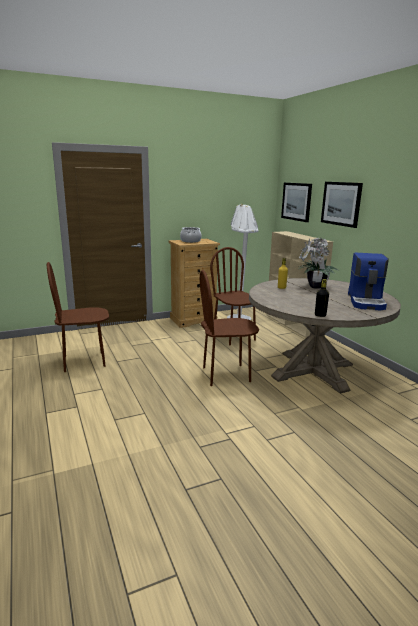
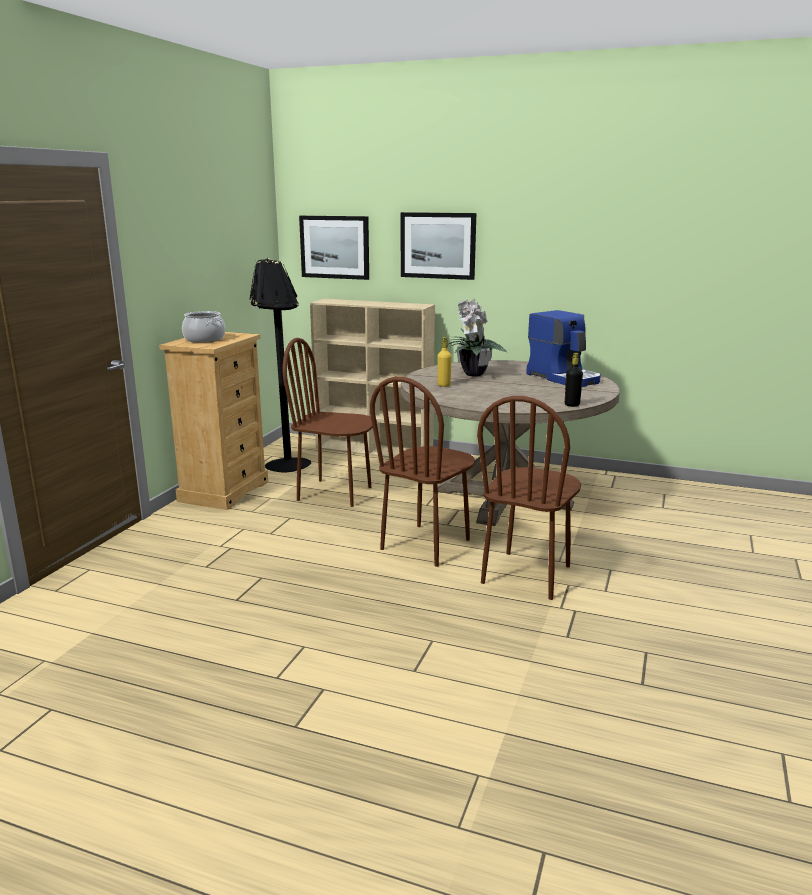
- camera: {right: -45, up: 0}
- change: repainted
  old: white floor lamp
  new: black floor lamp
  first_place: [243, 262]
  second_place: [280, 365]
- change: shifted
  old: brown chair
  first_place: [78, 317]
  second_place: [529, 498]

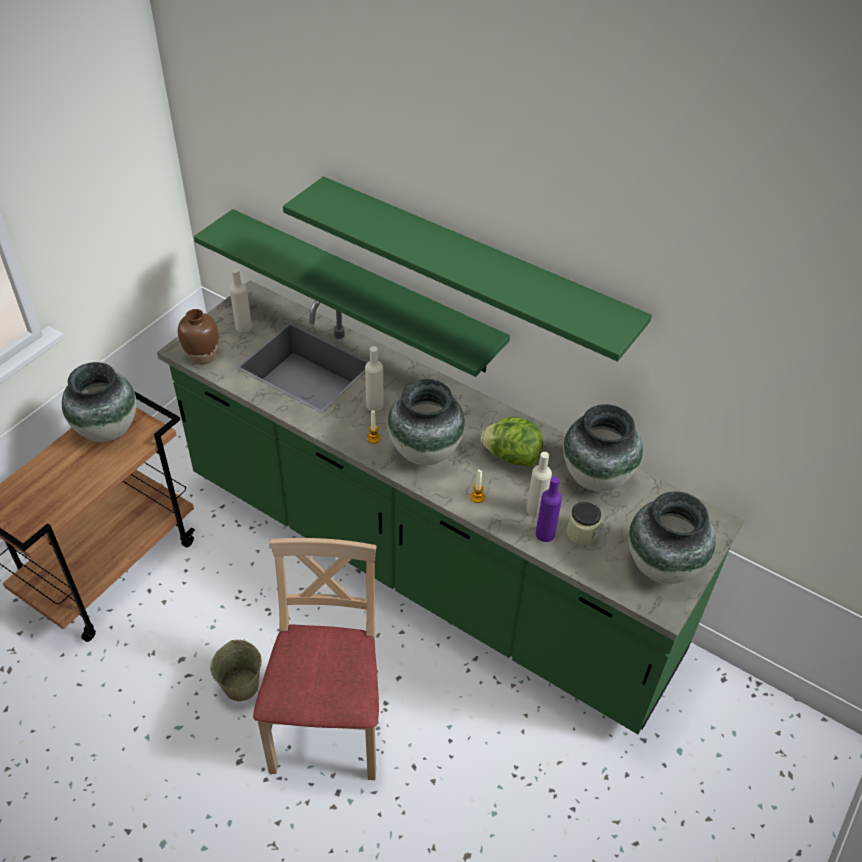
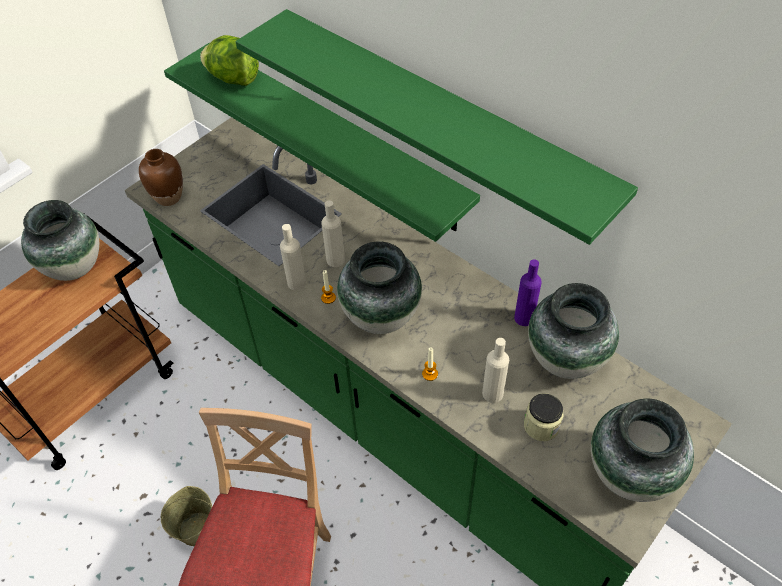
- camera: {right: 10, up: 5}
- change: shifted
  old: beige bottle
  first_place: [241, 300]
  second_place: [293, 257]
- change: shifted
  old: lettuce
  first_place: [512, 442]
  second_place: [229, 60]
- change: shifted
  old: purple bottle
  first_place: [549, 509]
  second_place: [528, 292]

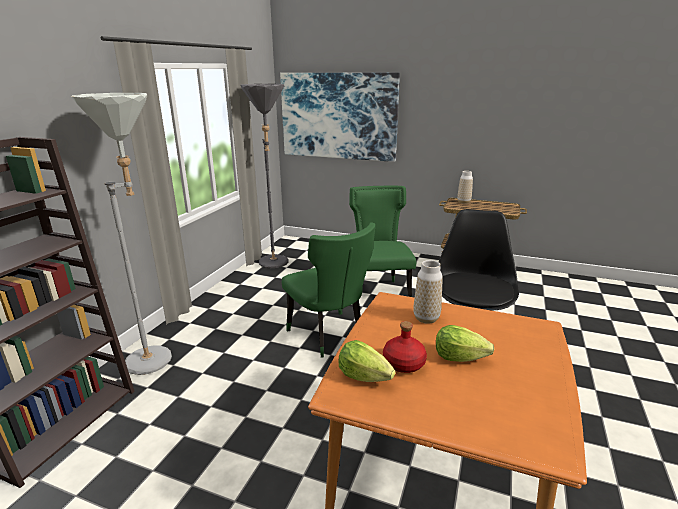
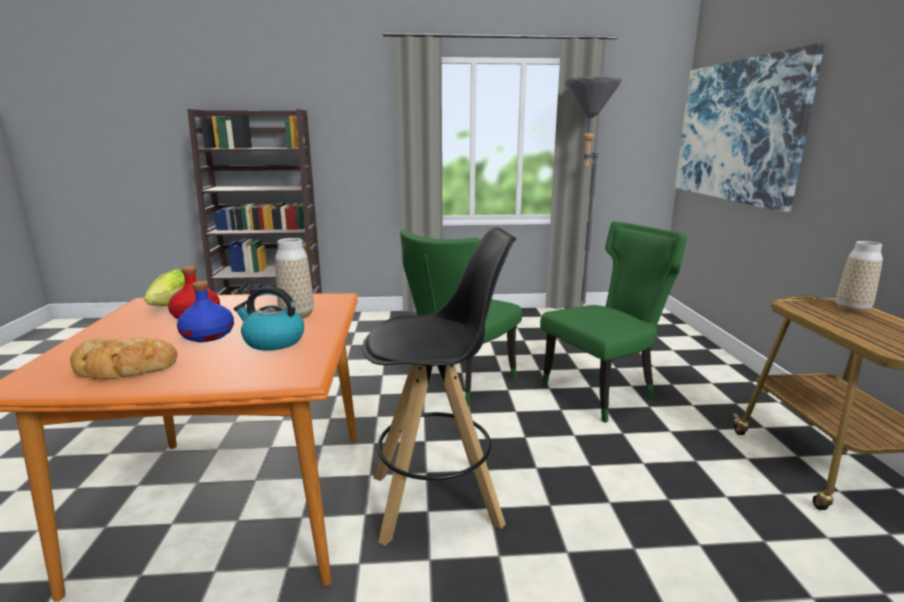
- camera: {right: 65, up: -5}
- change: gone
  old: grey floor lamp
  first_place: [121, 234]
- change: swapped
  old: lettuce
  new: blue bottle
  first_place: [465, 343]
  second_place: [205, 311]
- change: new
  new: kettle
  second_place: [269, 318]
- change: new
  new: bread
  second_place: [124, 359]

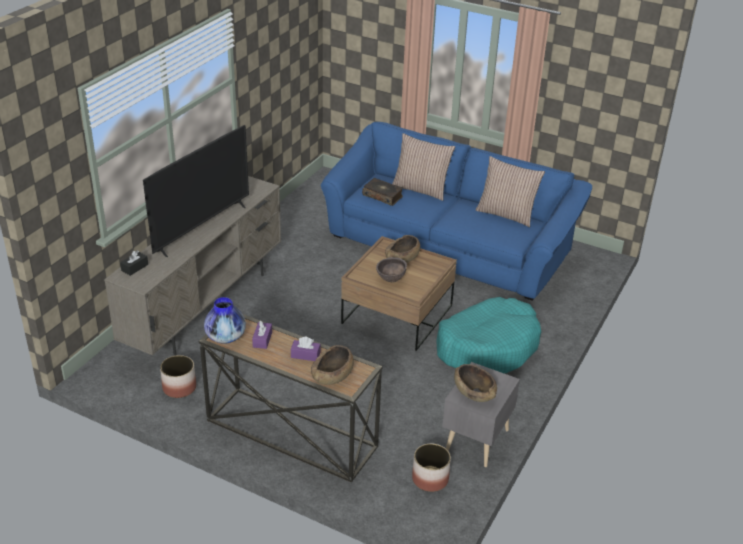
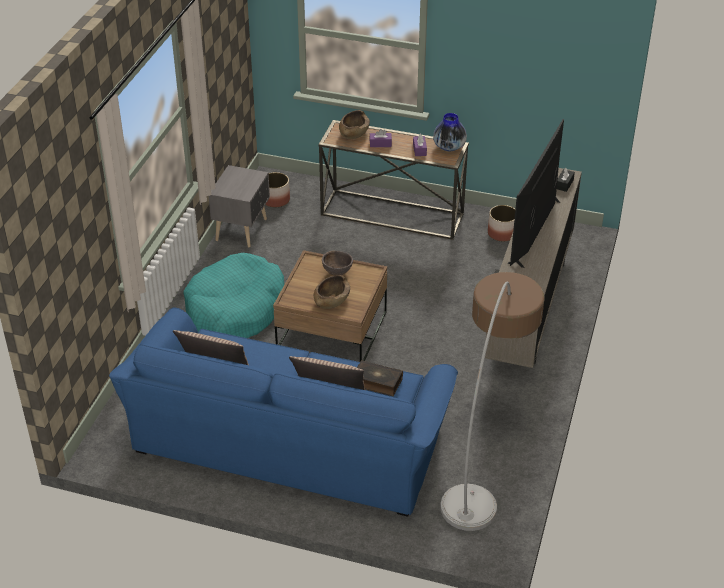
- camera: {right: 170, up: 5}
- change: gone
  old: brown bowl
  first_place: [475, 383]
- change: new
  new: floor lamp
  second_place: [493, 401]

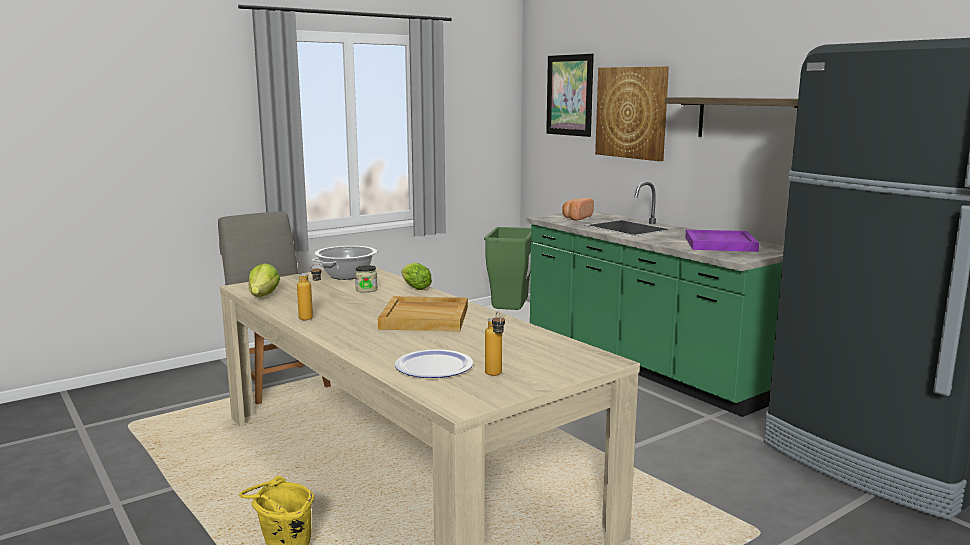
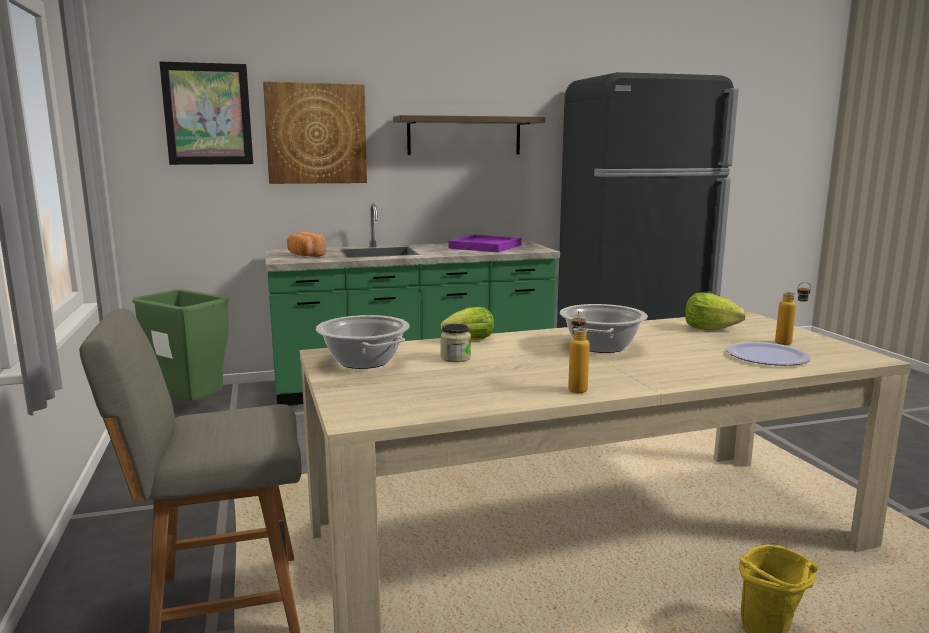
- camera: {right: -70, up: 0}
- change: shifted
  old: lettuce
  first_place: [264, 280]
  second_place: [715, 311]
- change: swapped
  old: beige tray
  new: cooking pot
  first_place: [423, 313]
  second_place: [604, 328]

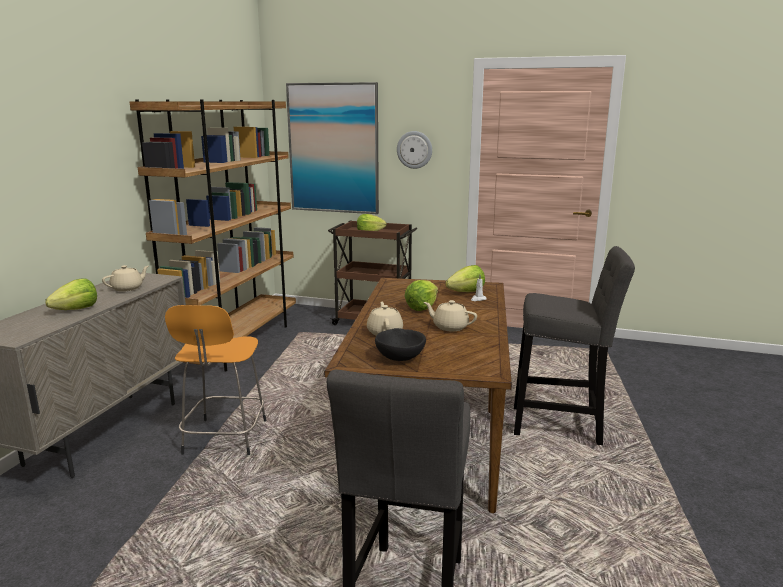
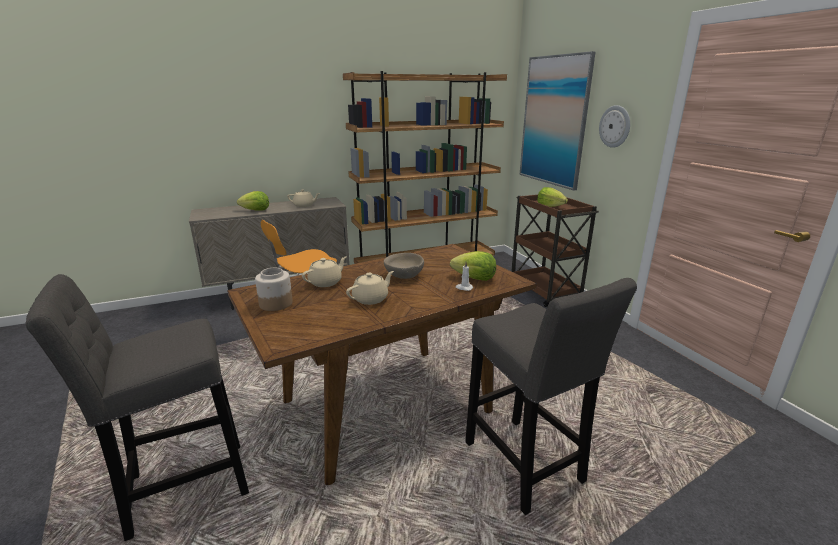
- camera: {right: 50, up: 5}
- change: swapped
  old: lettuce
  new: beige bowl
  first_place: [421, 295]
  second_place: [404, 266]
- change: rotated
  old: beige teapot
  first_place: [450, 315]
  second_place: [370, 288]
  degrees: 60
- change: swapped
  old: black bowl
  new: jar
  first_place: [400, 344]
  second_place: [274, 289]

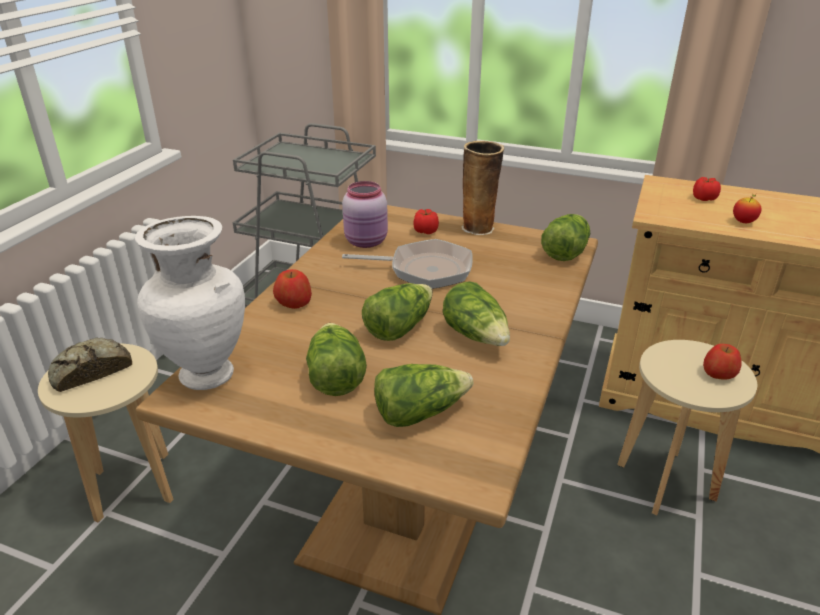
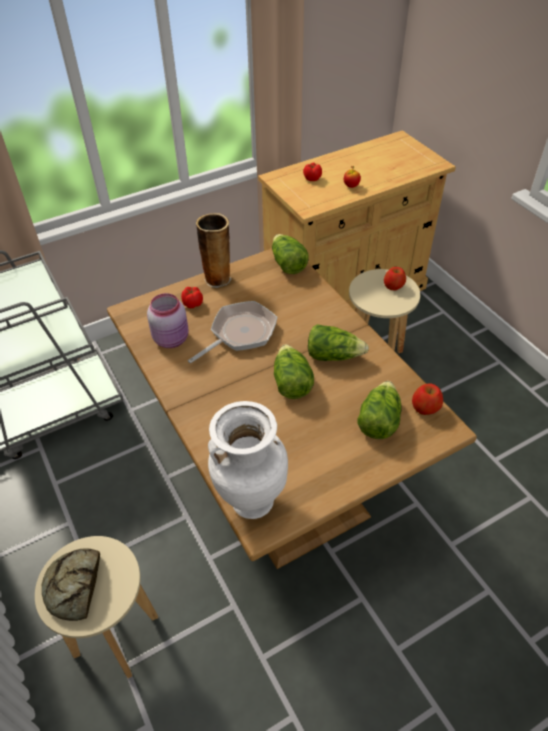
- camera: {right: -50, up: 15}
- change: shifted
  old: apple
  first_place: [292, 289]
  second_place: [427, 399]
- change: gone
  old: lettuce
  first_place: [336, 359]

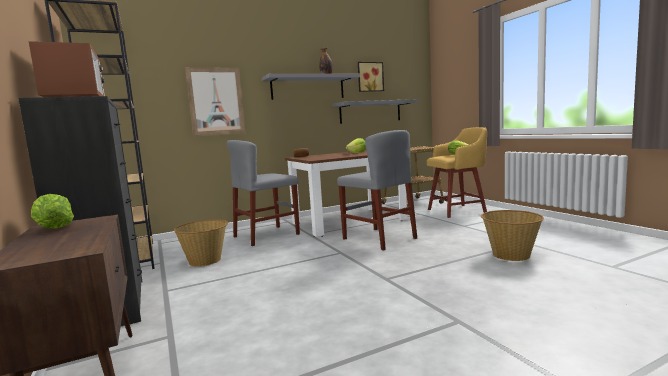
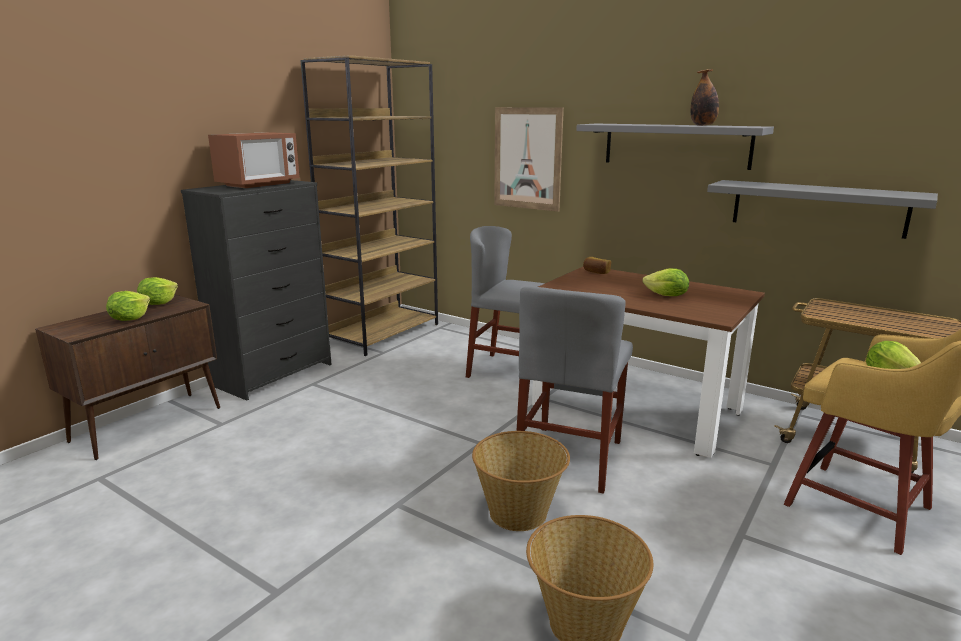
- camera: {right: 60, up: 10}
- change: gone
  old: picture
  first_place: [371, 77]
- change: shifted
  old: basket
  first_place: [201, 243]
  second_place: [521, 481]
- change: new
  new: lettuce
  second_place: [128, 306]

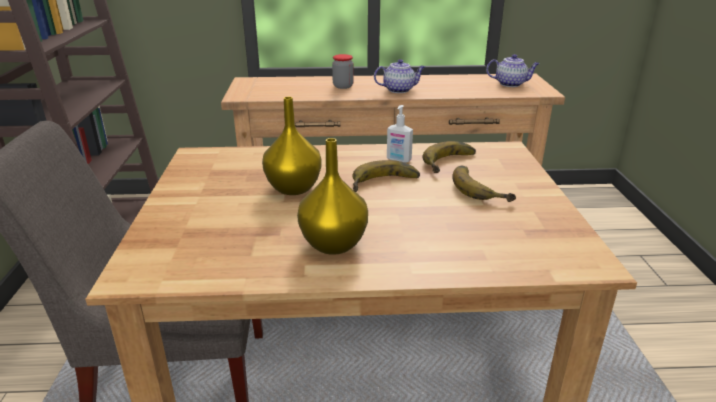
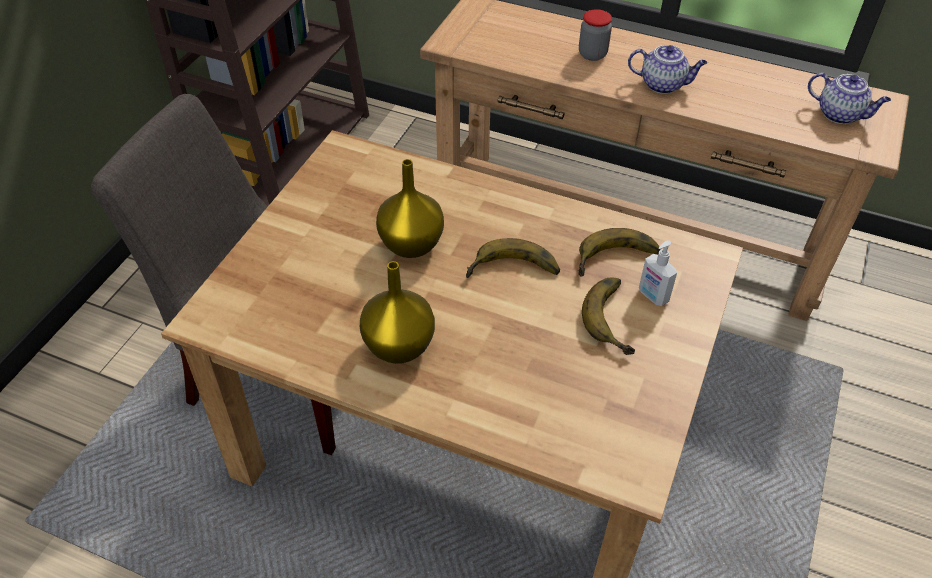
- camera: {right: 25, up: 20}
- change: shifted
  old: soap dispenser
  first_place: [400, 134]
  second_place: [658, 273]

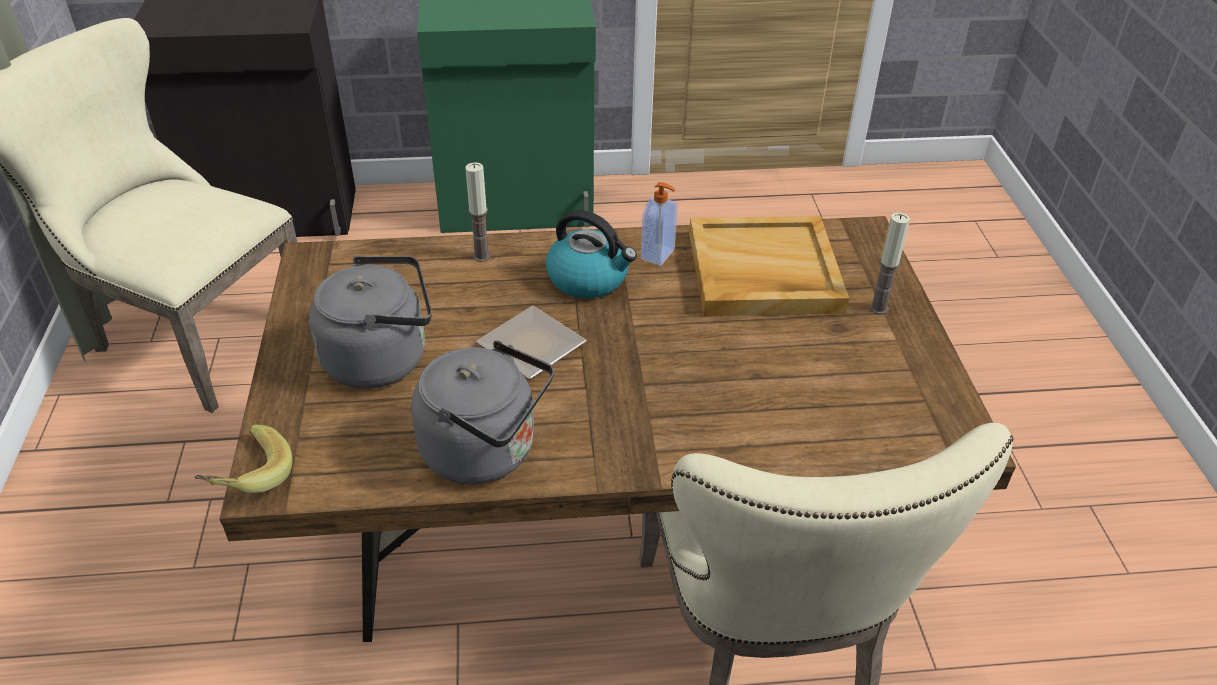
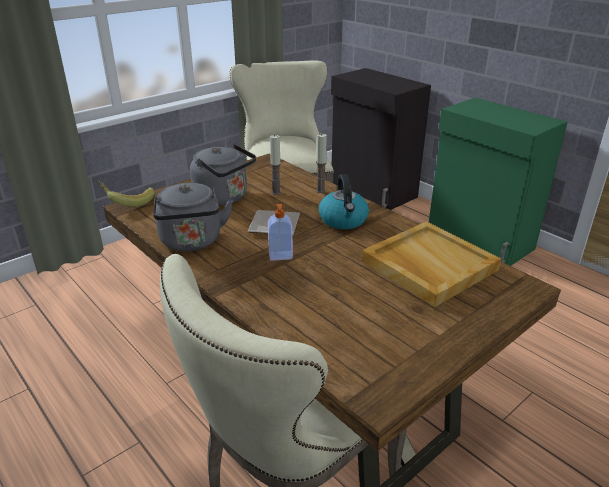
- camera: {right: 55, up: -10}
- change: shifted
  old: soap dispenser
  first_place: [659, 224]
  second_place: [280, 232]
- change: shifted
  old: candle
  first_place: [889, 263]
  second_place: [275, 165]

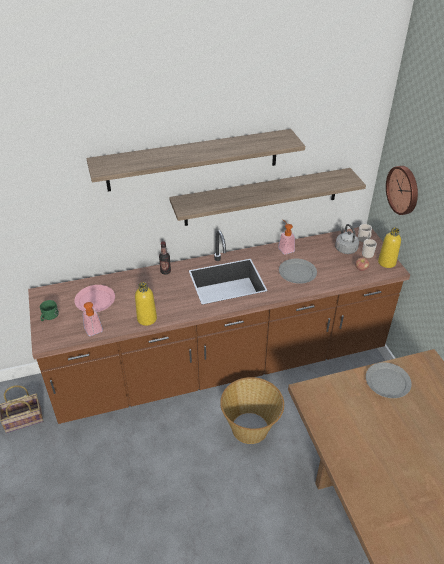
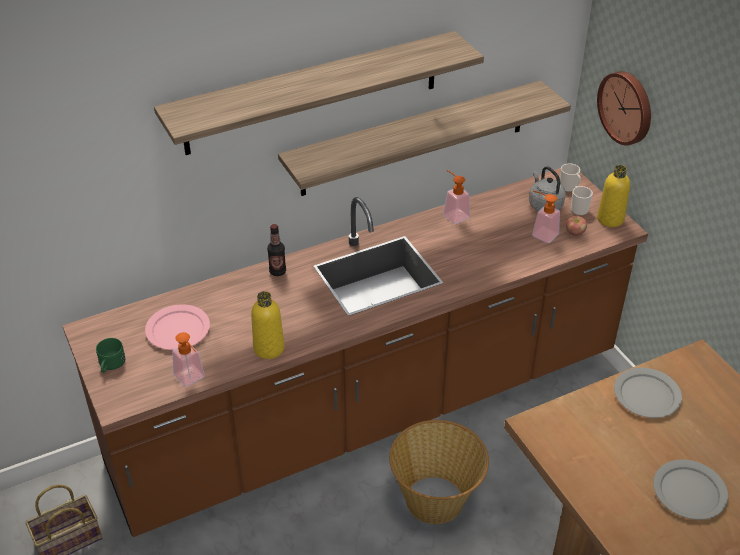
- camera: {right: -10, up: 0}
- change: shifted
  old: grey plate
  first_place: [298, 271]
  second_place: [690, 490]
- change: new
  new: soap dispenser
  second_place: [546, 217]

